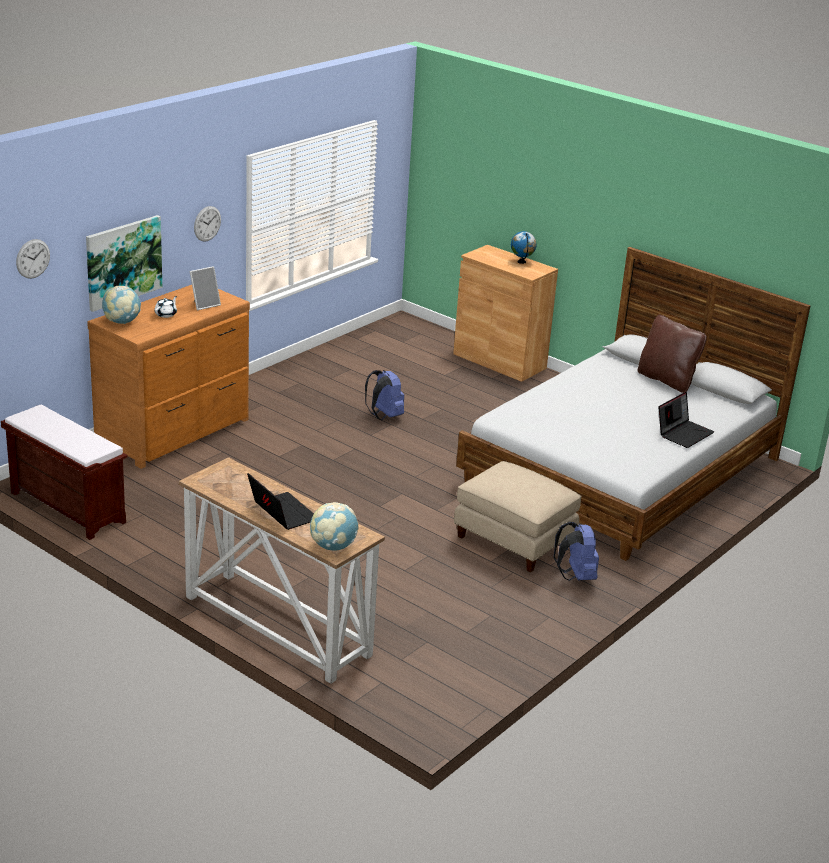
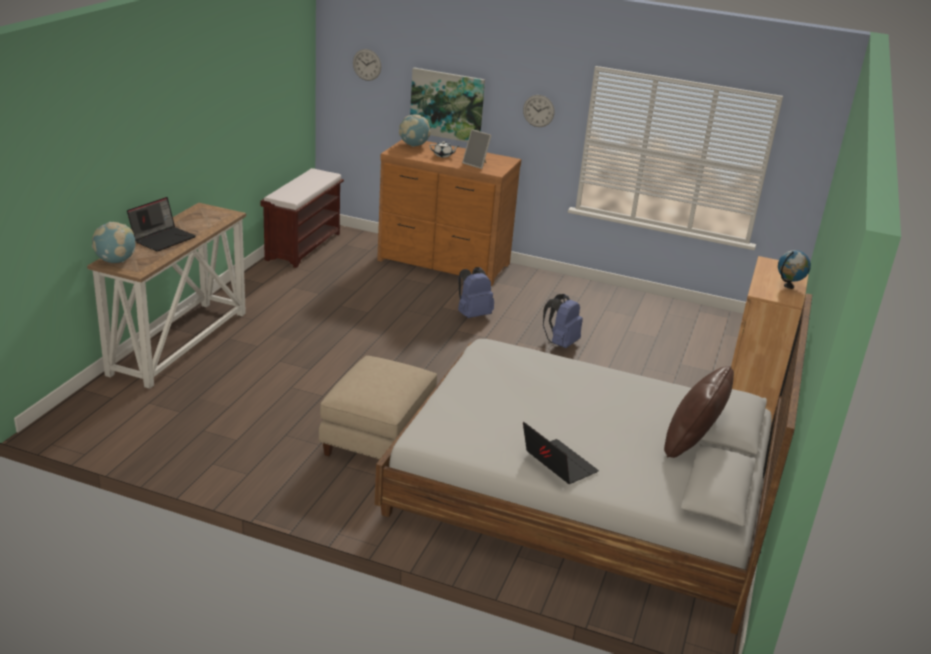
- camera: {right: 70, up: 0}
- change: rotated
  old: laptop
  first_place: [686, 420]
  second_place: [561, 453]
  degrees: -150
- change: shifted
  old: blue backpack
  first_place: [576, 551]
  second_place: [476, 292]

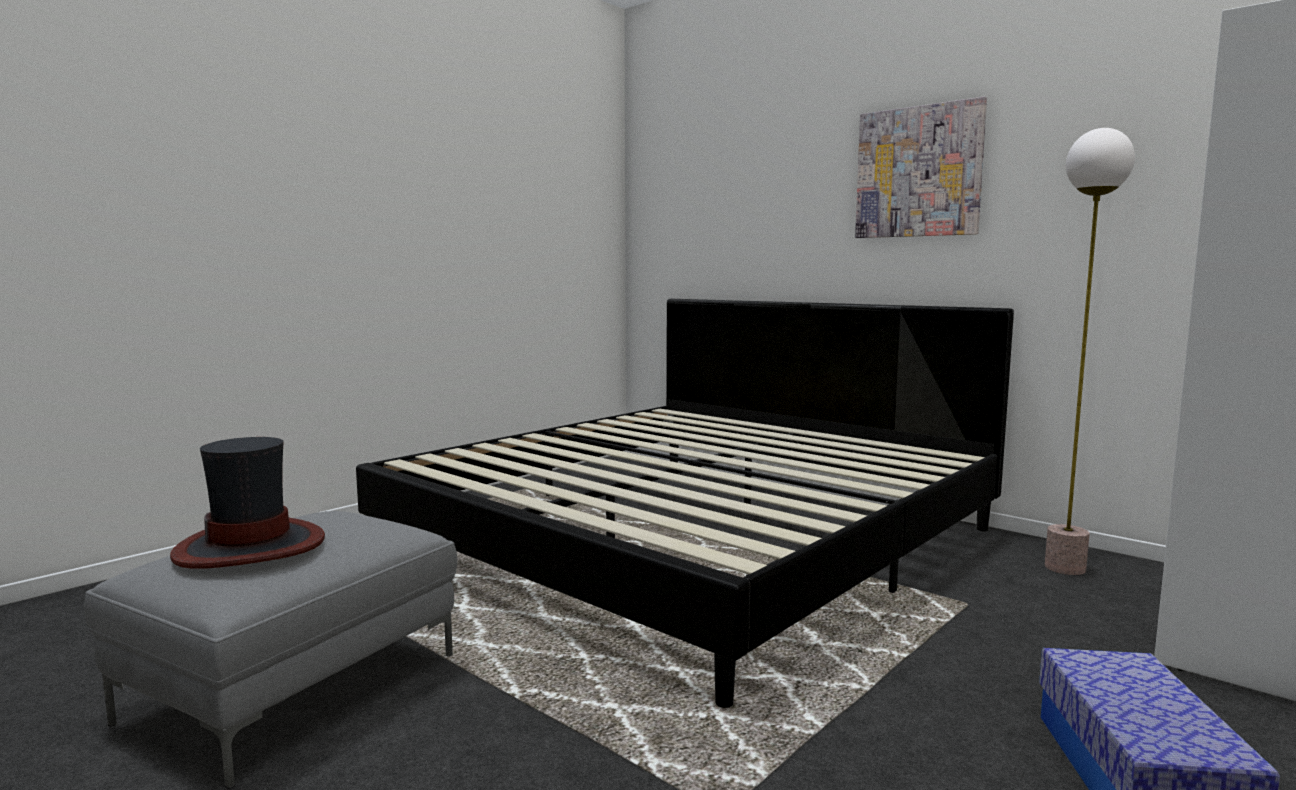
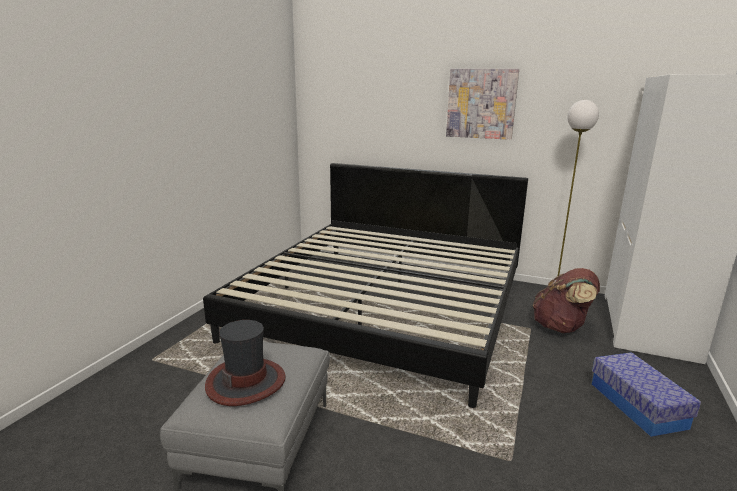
- camera: {right: -20, up: 10}
- change: new
  new: brown backpack
  second_place: [566, 300]

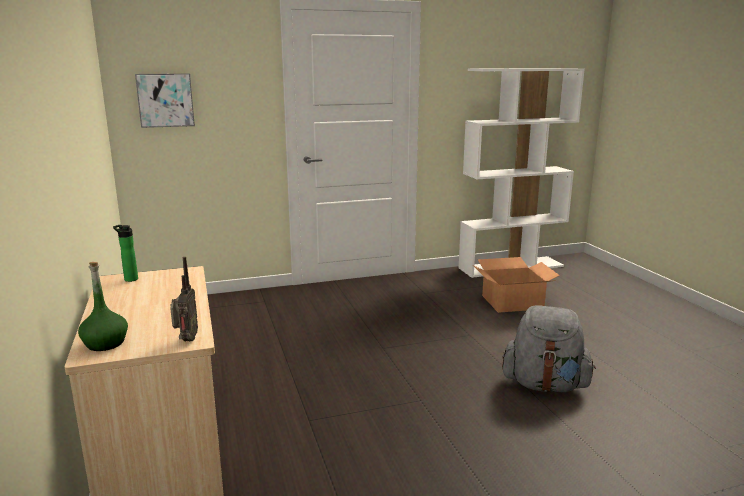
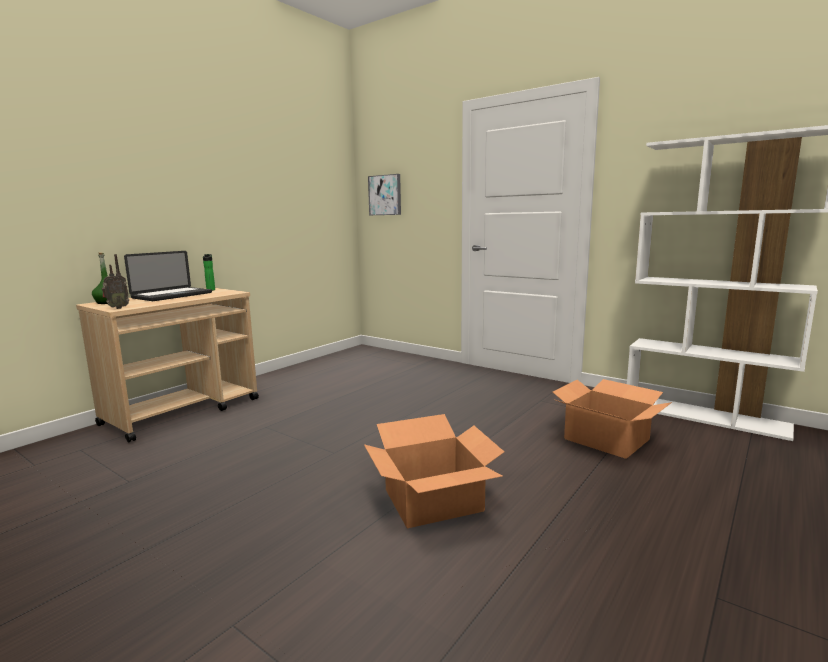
- camera: {right: 55, up: -5}
- change: swapped
  old: grey backpack
  new: cardboard box
  first_place: [549, 348]
  second_place: [434, 471]
- change: new
  new: laptop
  second_place: [168, 276]

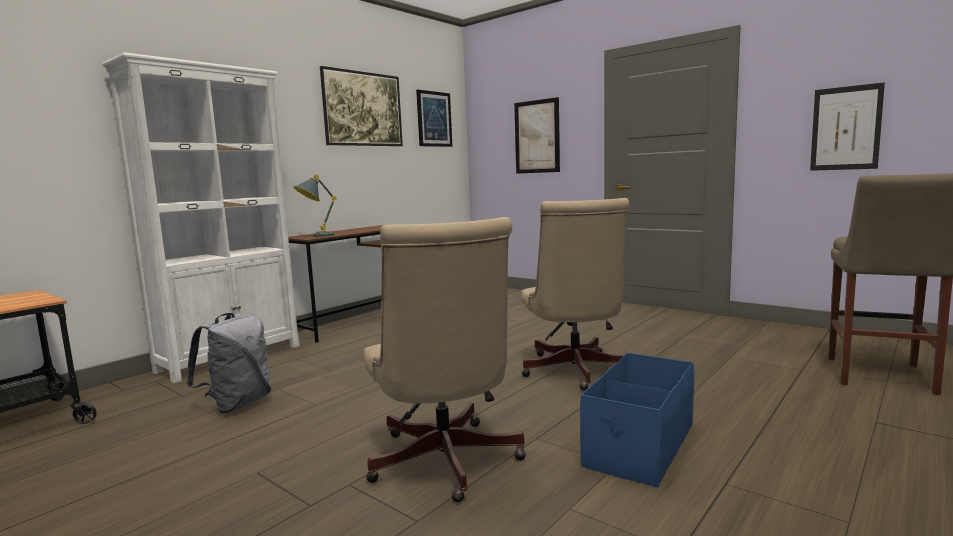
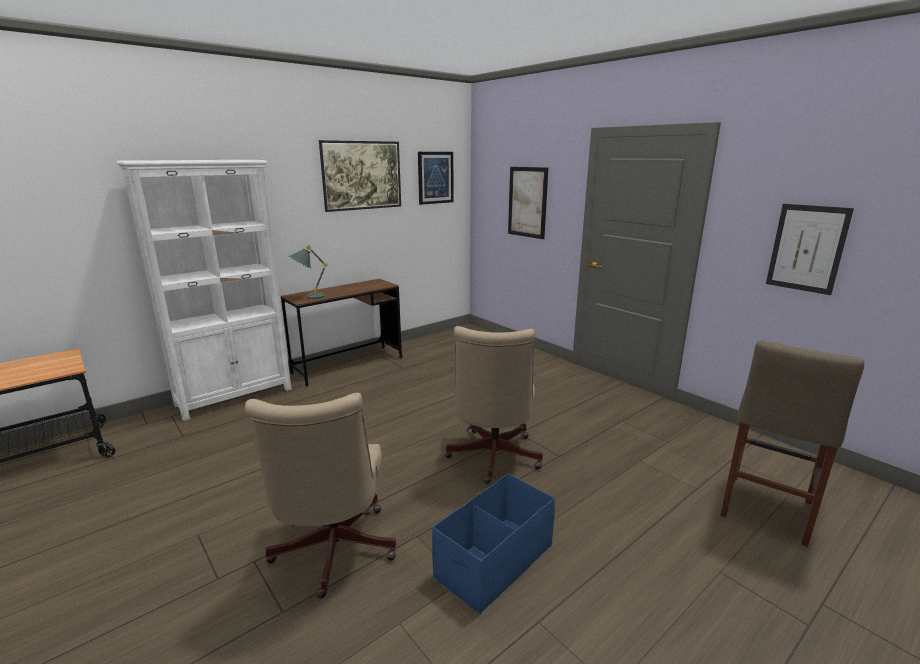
- camera: {right: 10, up: 10}
- change: gone
  old: grey backpack
  first_place: [228, 363]

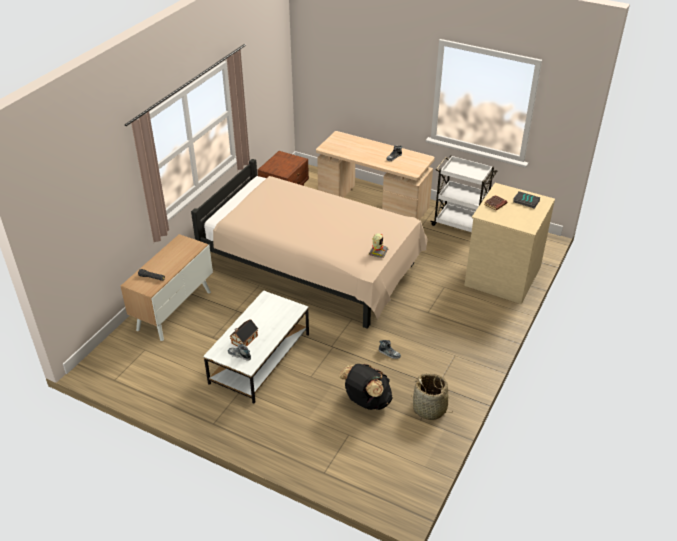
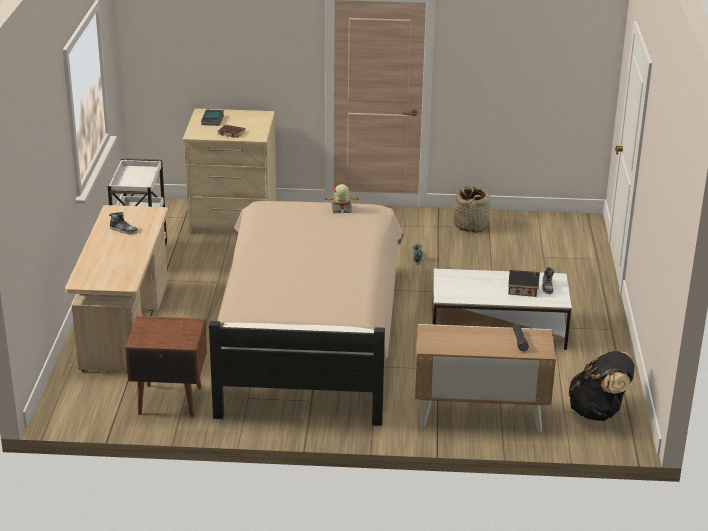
- camera: {right: -115, up: -10}
- change: shifted
  old: black backpack
  first_place: [365, 387]
  second_place: [602, 386]

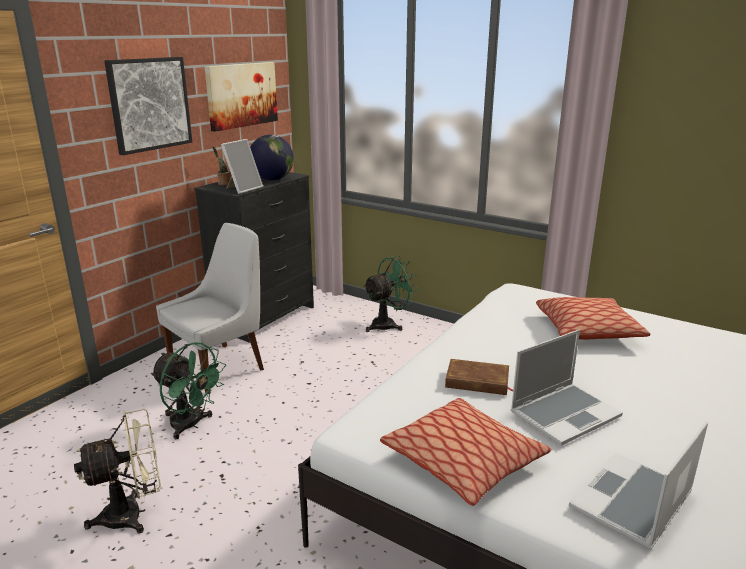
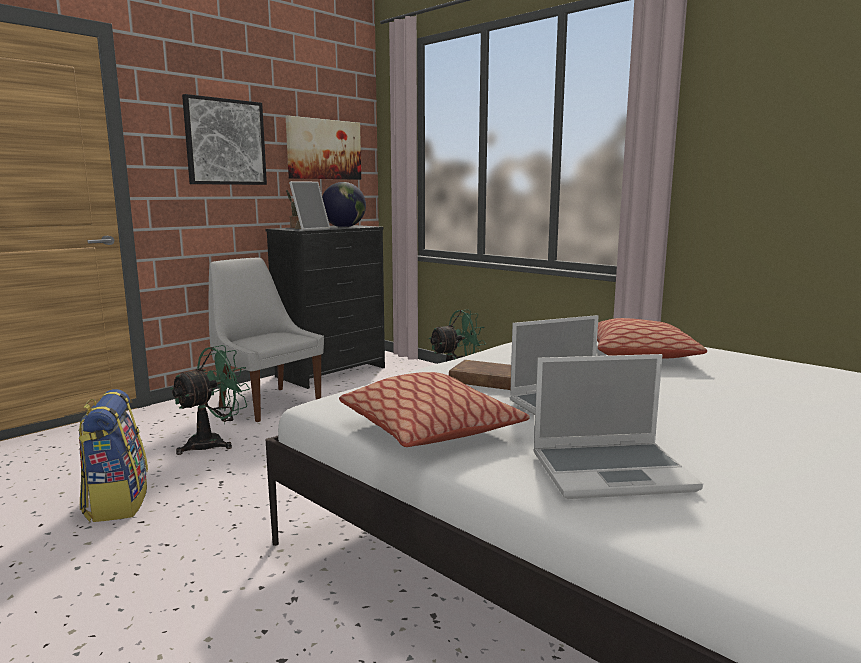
- camera: {right: 10, up: -10}
- change: rotated
  old: white chair
  first_place: [210, 308]
  second_place: [266, 340]
  degrees: -105
- change: rotated
  old: green fan
  first_place: [188, 390]
  second_place: [210, 400]
  degrees: -90
- change: swapped
  old: beige fan
  new: backpack
  first_place: [117, 471]
  second_place: [113, 455]
- change: rotated
  old: laptop
  first_place: [638, 485]
  second_place: [618, 426]
  degrees: -150

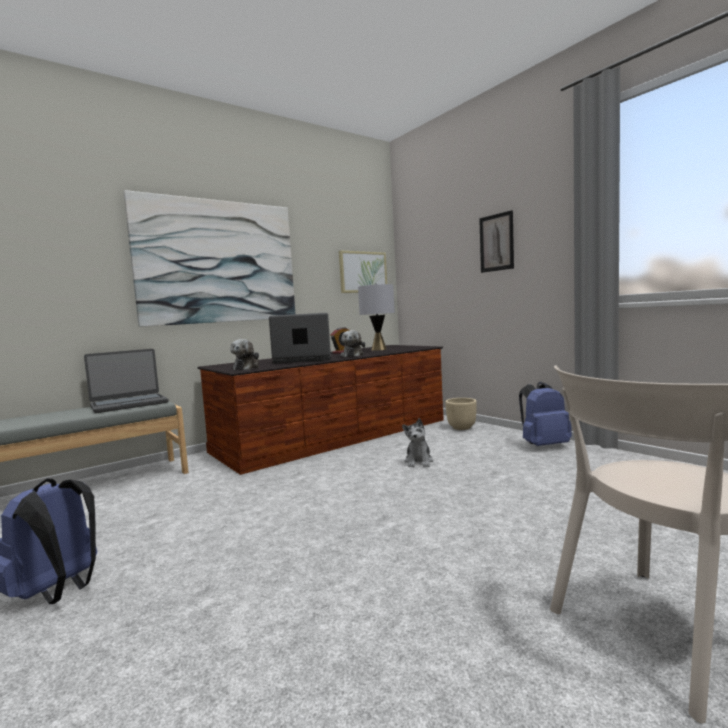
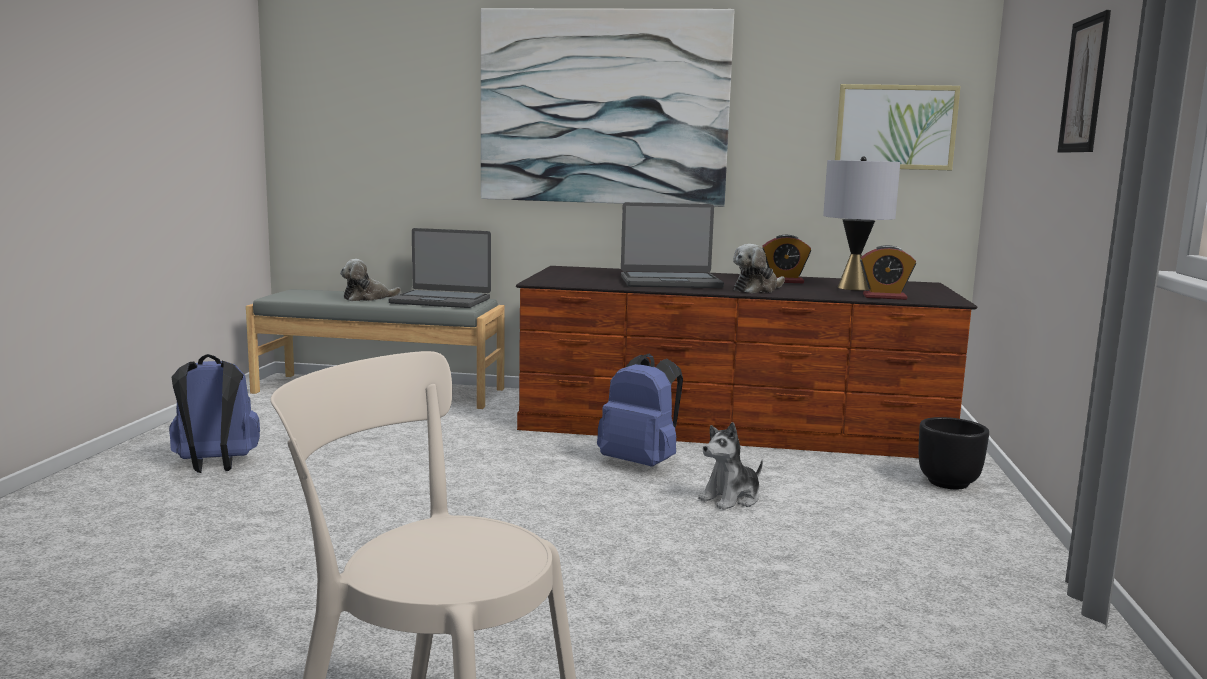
- camera: {right: 45, up: 5}
- change: rotated
  old: laptop
  first_place: [300, 338]
  second_place: [672, 245]
  degrees: 135
- change: shifted
  old: plush toy
  first_place: [244, 354]
  second_place: [370, 280]
- change: shifted
  old: blue backpack
  first_place: [545, 414]
  second_place: [640, 410]
- change: repainted
  old: beige planter
  new: black planter
  first_place: [461, 414]
  second_place: [954, 453]
- change: new
  new: alarm clock
  second_place: [888, 272]

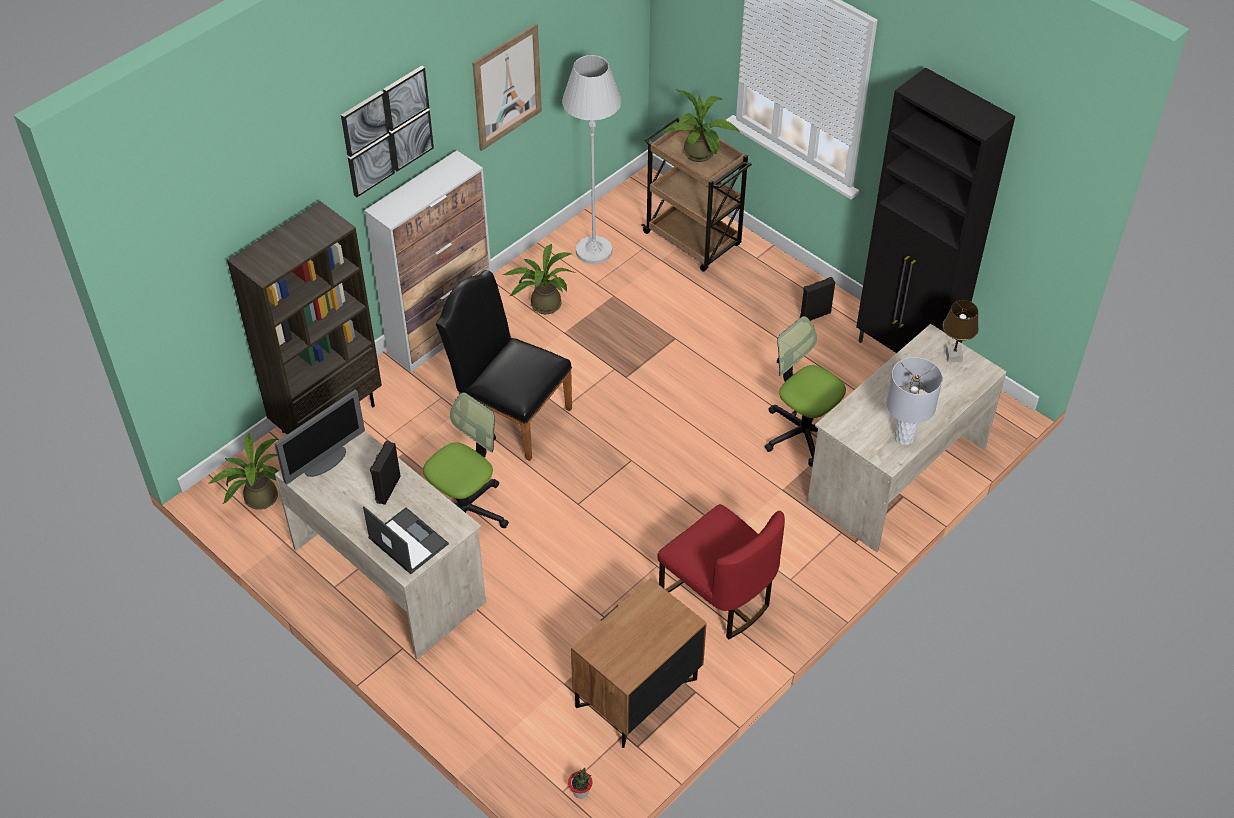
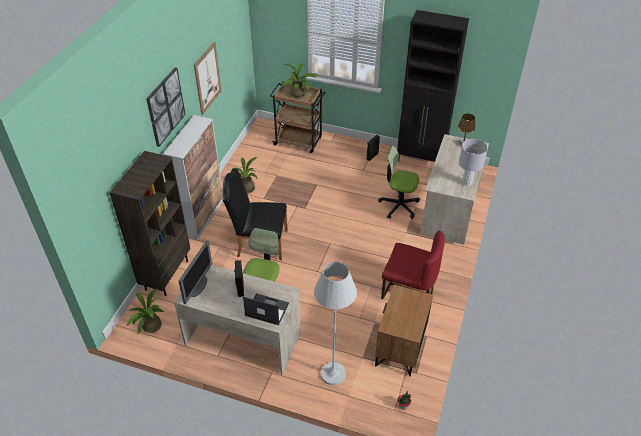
- camera: {right: -25, up: -5}
- change: shifted
  old: white floor lamp
  first_place: [591, 159]
  second_place: [335, 323]

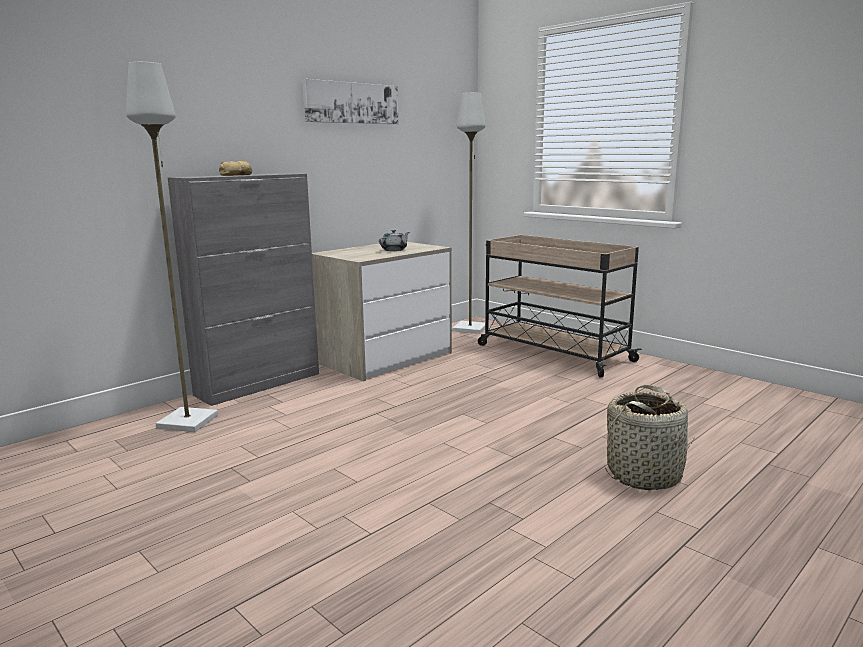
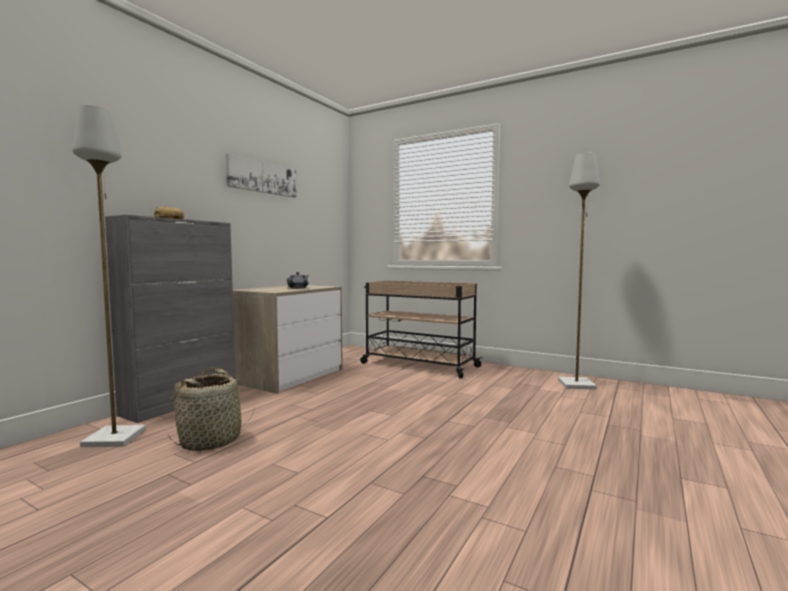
- camera: {right: -15, up: -10}
- change: shifted
  old: grey floor lamp
  first_place: [469, 213]
  second_place: [579, 271]
- change: shifted
  old: basket
  first_place: [650, 437]
  second_place: [211, 409]

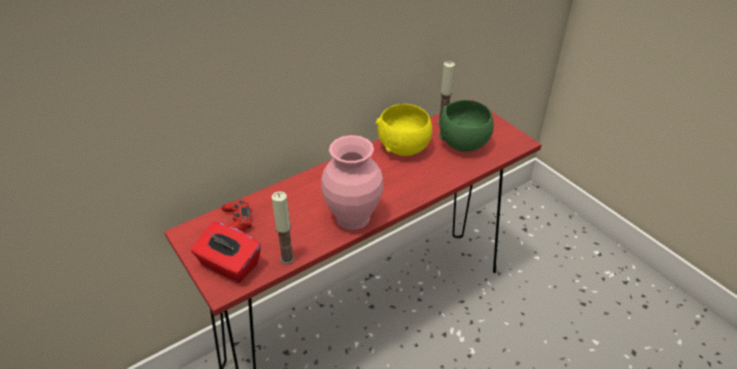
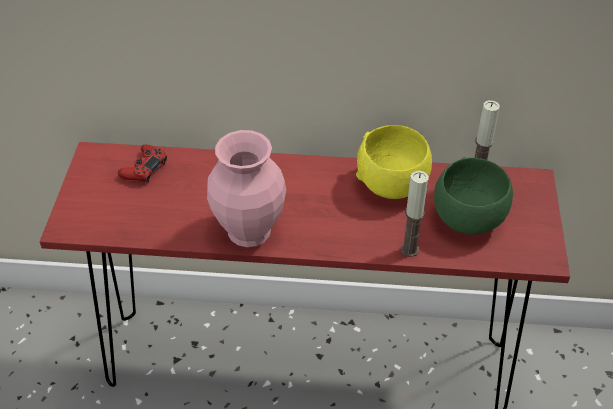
- camera: {right: 40, up: 5}
- change: shifted
  old: candle
  first_place: [283, 228]
  second_place: [415, 214]
- change: gone
  old: red tissue box
  first_place: [226, 252]

